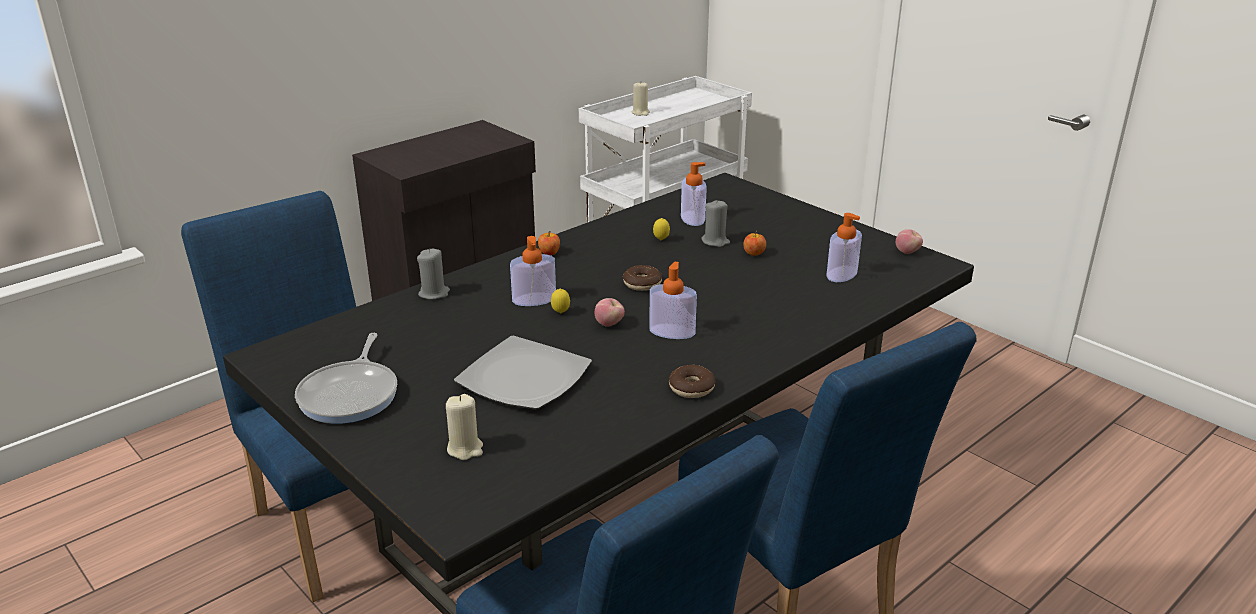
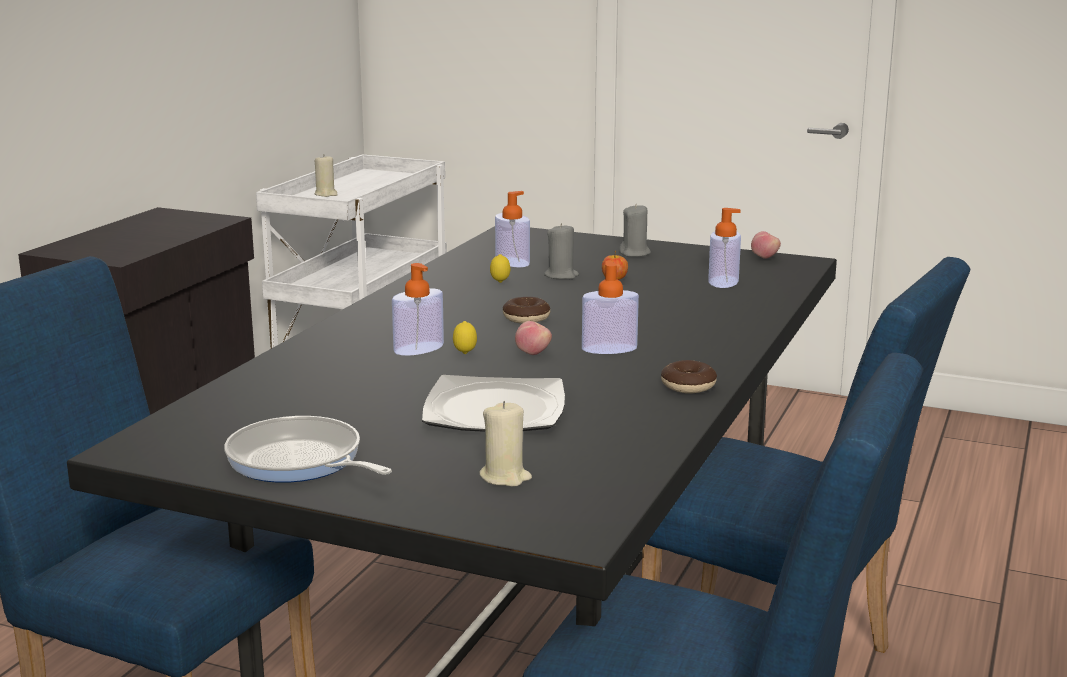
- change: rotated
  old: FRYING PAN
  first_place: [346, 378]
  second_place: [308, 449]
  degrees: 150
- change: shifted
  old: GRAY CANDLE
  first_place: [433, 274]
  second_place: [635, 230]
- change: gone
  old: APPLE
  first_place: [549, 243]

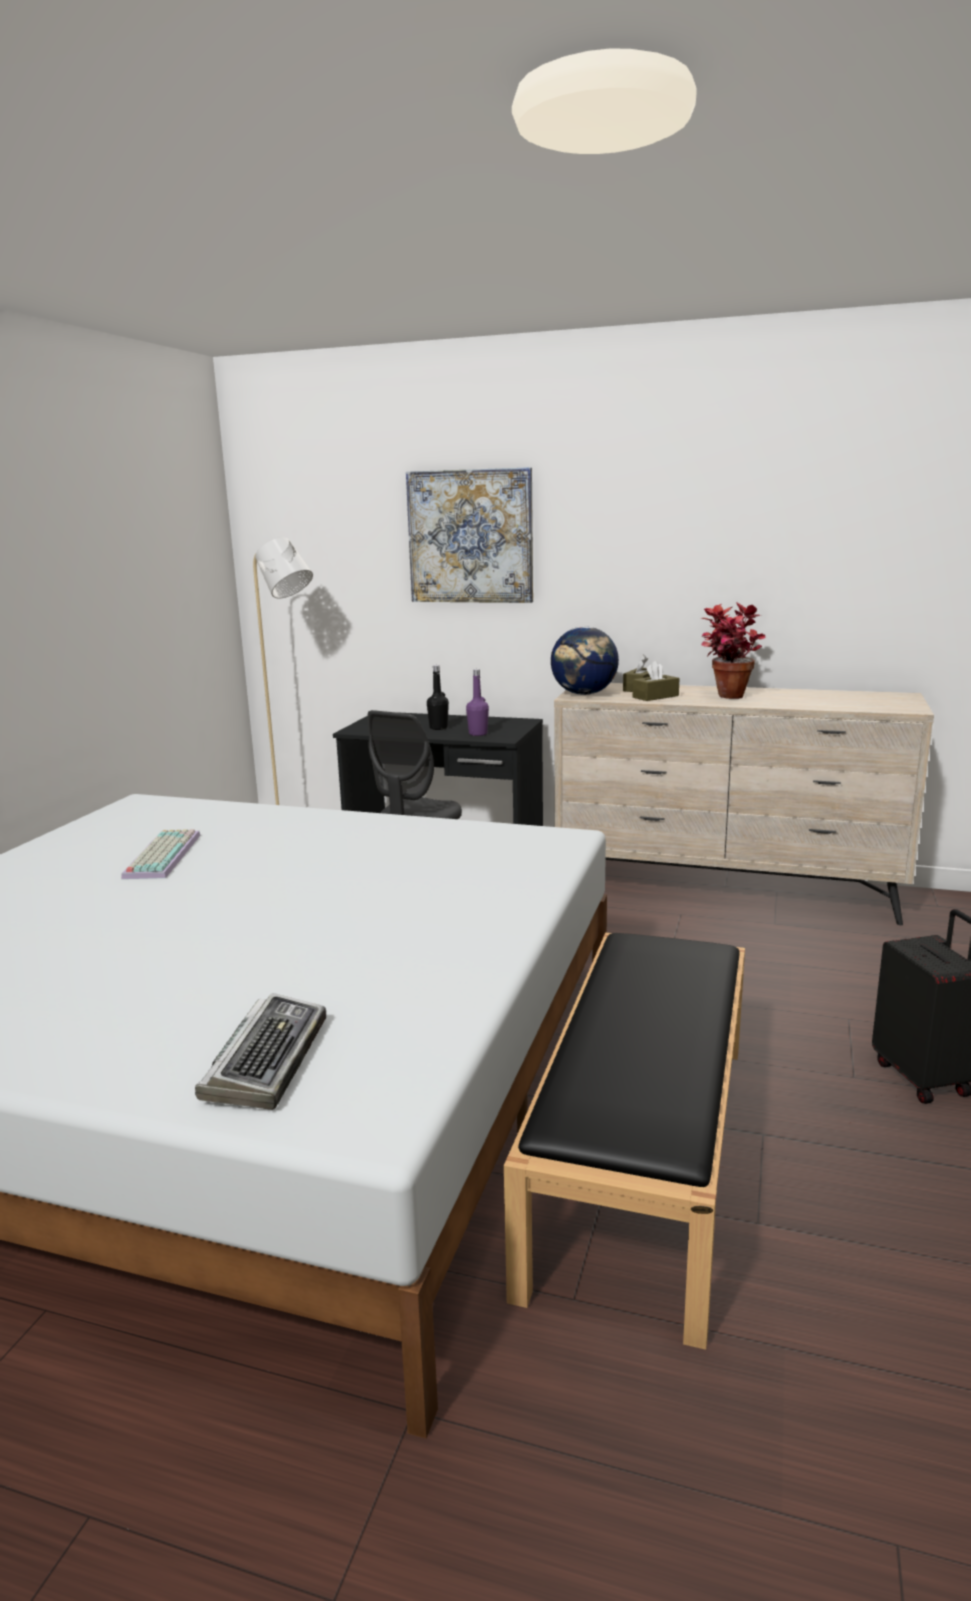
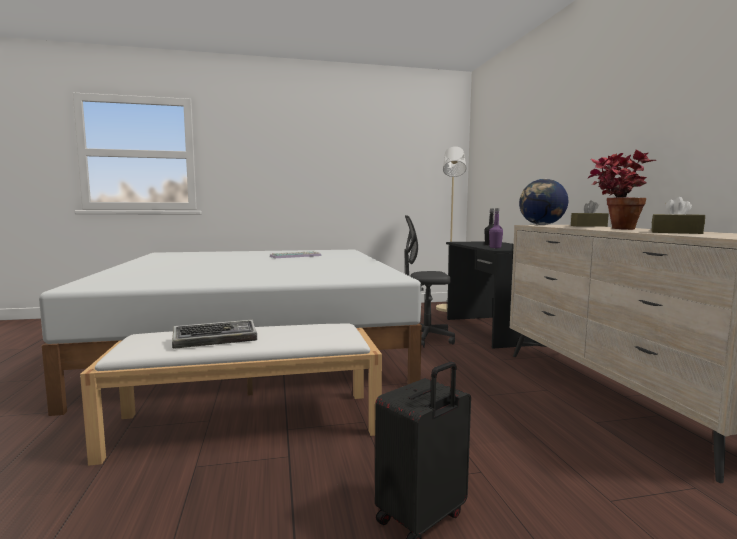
- change: repainted
  old: BLACK LONG SEAT
  new: WHITISH LONG SEAT
  first_place: [624, 1141]
  second_place: [231, 394]
- change: shifted
  old: PC KEYBOARD
  first_place: [260, 1051]
  second_place: [214, 334]
- change: shifted
  old: BROWNISH BOX OF TISSUES
  first_place: [656, 681]
  second_place: [678, 215]
- change: gone
  old: WALL ART
  first_place: [469, 535]

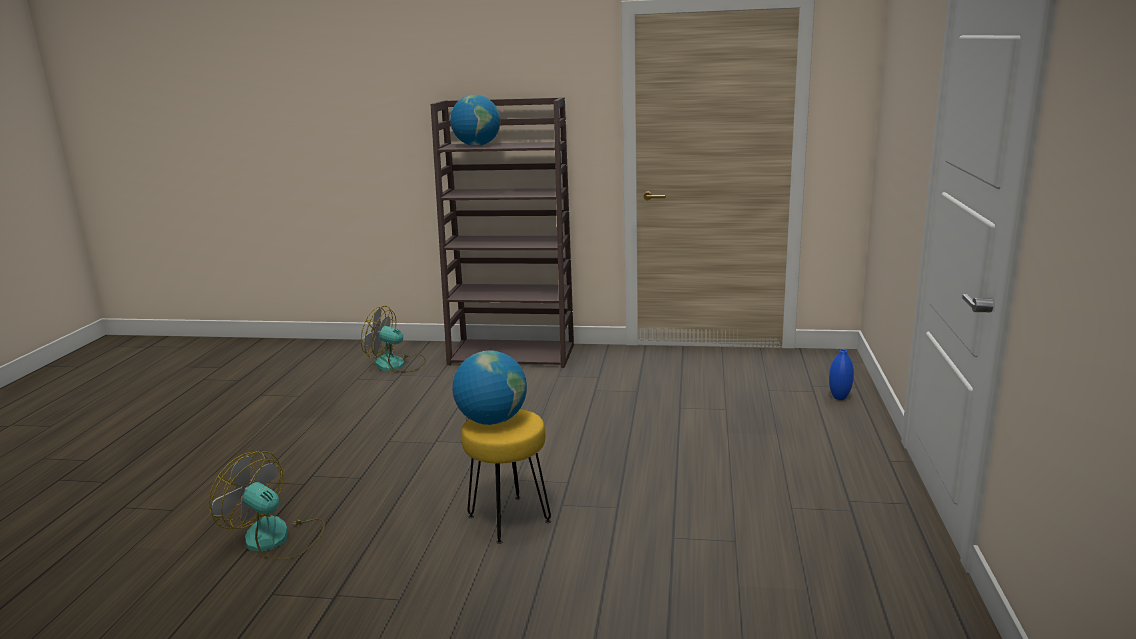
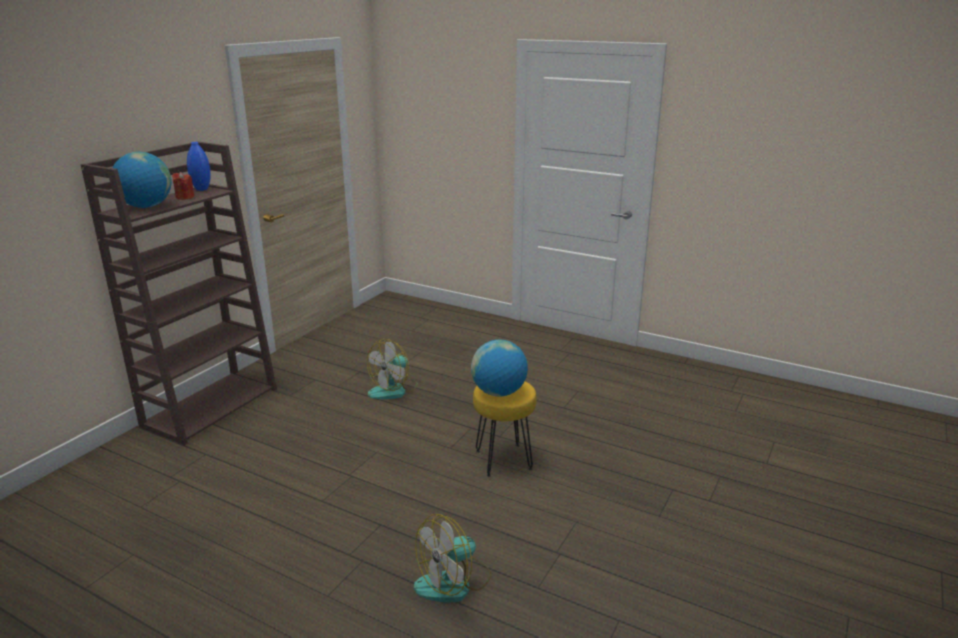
- change: new
  new: RED CANDLE
  second_place: [183, 186]
- change: shifted
  old: BLUISH DECORATIVE VASE
  first_place: [841, 374]
  second_place: [199, 166]
- change: shifted
  old: FAN
  first_place: [393, 339]
  second_place: [392, 369]

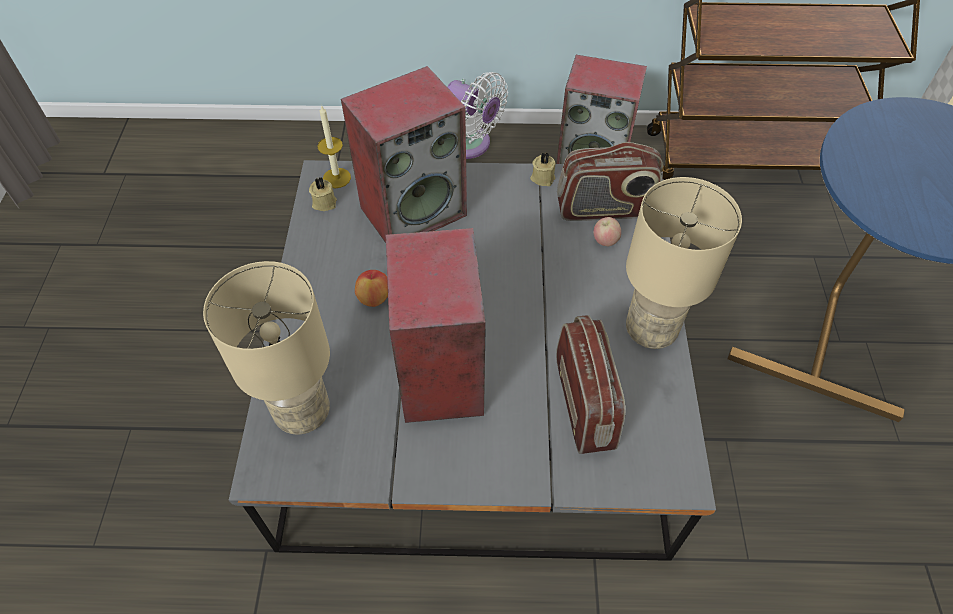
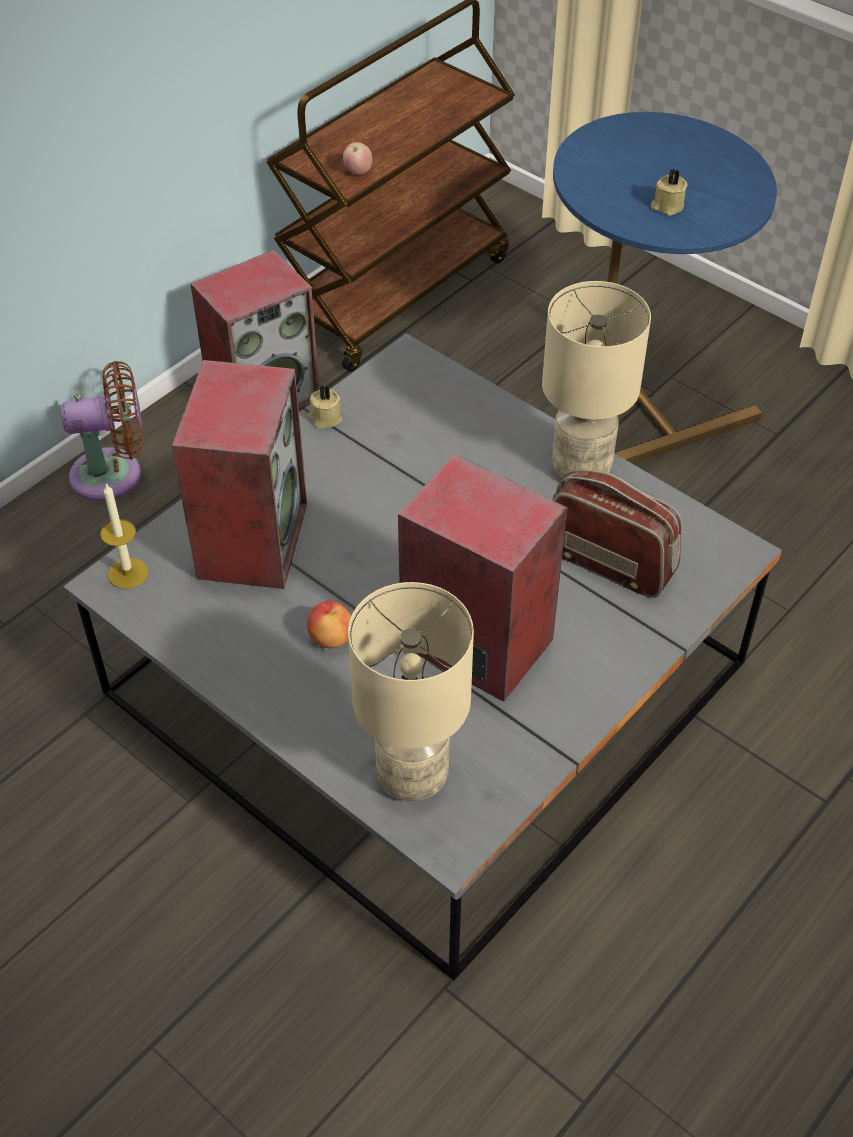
- change: repainted
  old: WHITISH FAN
  new: BROWNISH FAN
  first_place: [477, 115]
  second_place: [102, 431]
- change: shifted
  old: APPLE
  first_place: [607, 231]
  second_place: [357, 158]
- change: shifted
  old: SAND-COLOURED CANDLE
  first_place: [323, 194]
  second_place: [669, 192]
- change: gone
  old: RADIO SET
  first_place: [610, 181]

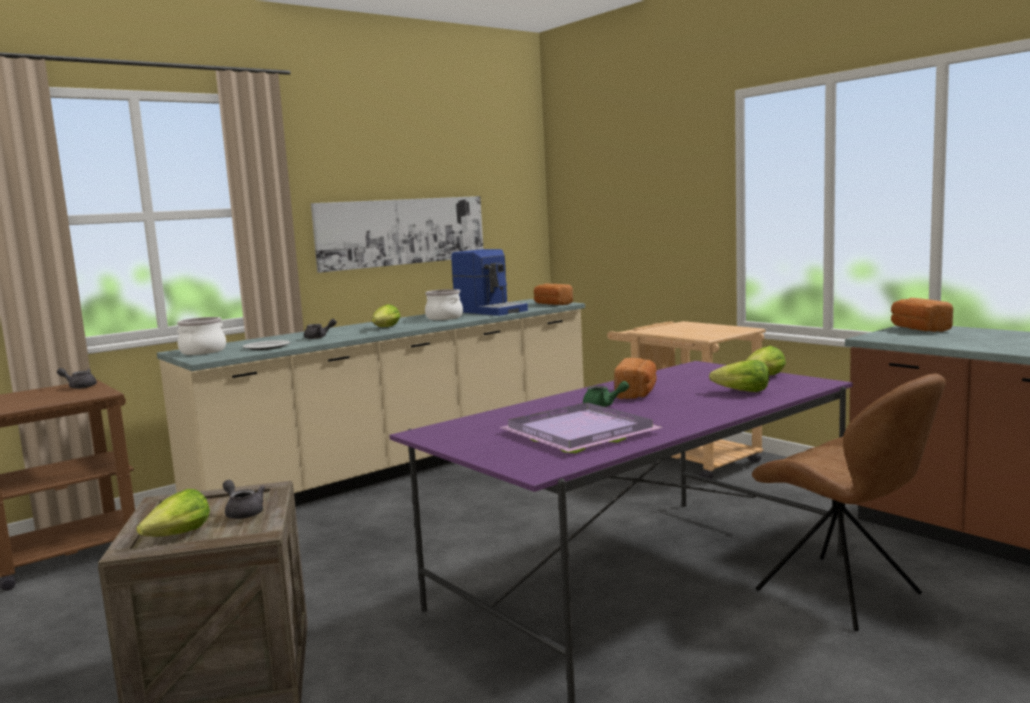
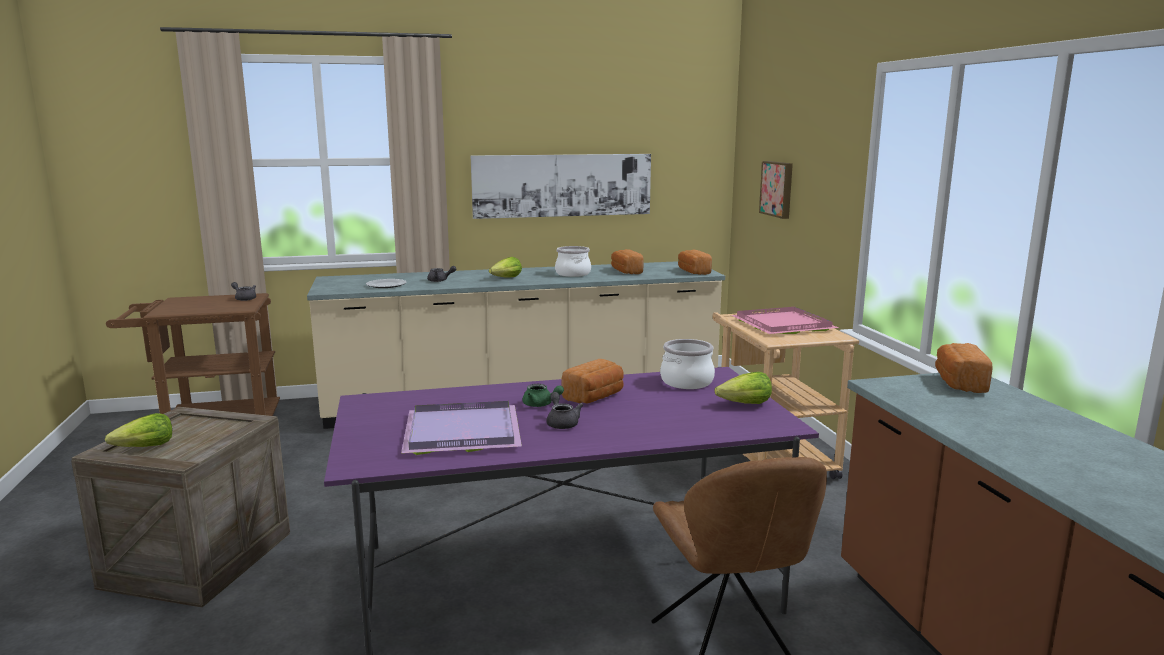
- change: shifted
  old: GRAY TEAPOT
  first_place: [244, 499]
  second_place: [565, 410]
- change: swapped
  old: COFFEE MAKER
  new: BREAD
  first_place: [489, 282]
  second_place: [627, 261]
- change: shifted
  old: COOKING POT
  first_place: [201, 336]
  second_place: [687, 364]
- change: new
  new: PINK TRAY
  second_place: [784, 320]
- change: new
  new: WALL ART
  second_place: [776, 190]
- change: gone
  old: LETTUCE
  first_place: [739, 376]

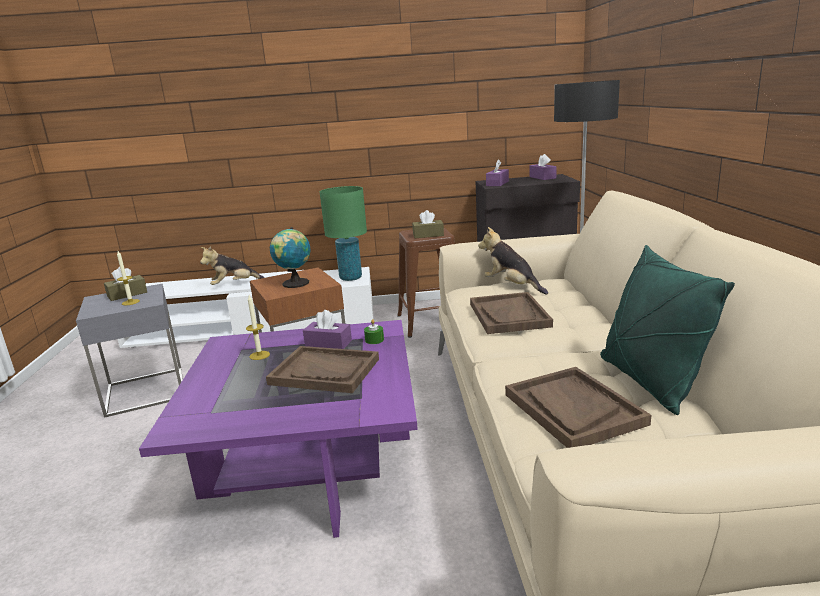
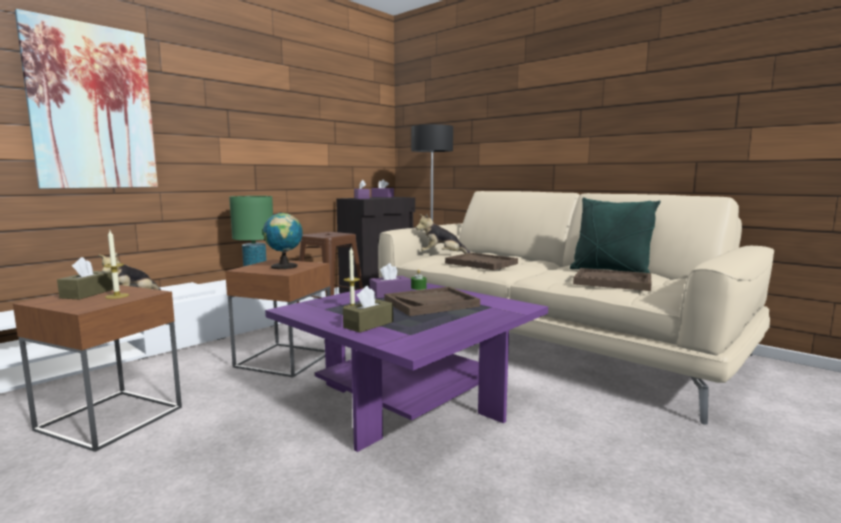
- change: repainted
  old: GRAY END TABLE
  new: BROWNISH END TABLE
  first_place: [129, 351]
  second_place: [97, 368]
- change: new
  new: WALL ART
  second_place: [86, 99]
- change: shifted
  old: BROWNISH BOX OF TISSUES
  first_place: [428, 224]
  second_place: [368, 309]

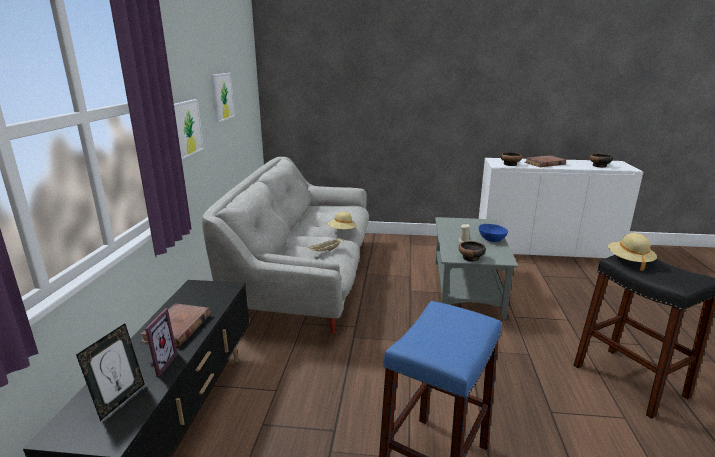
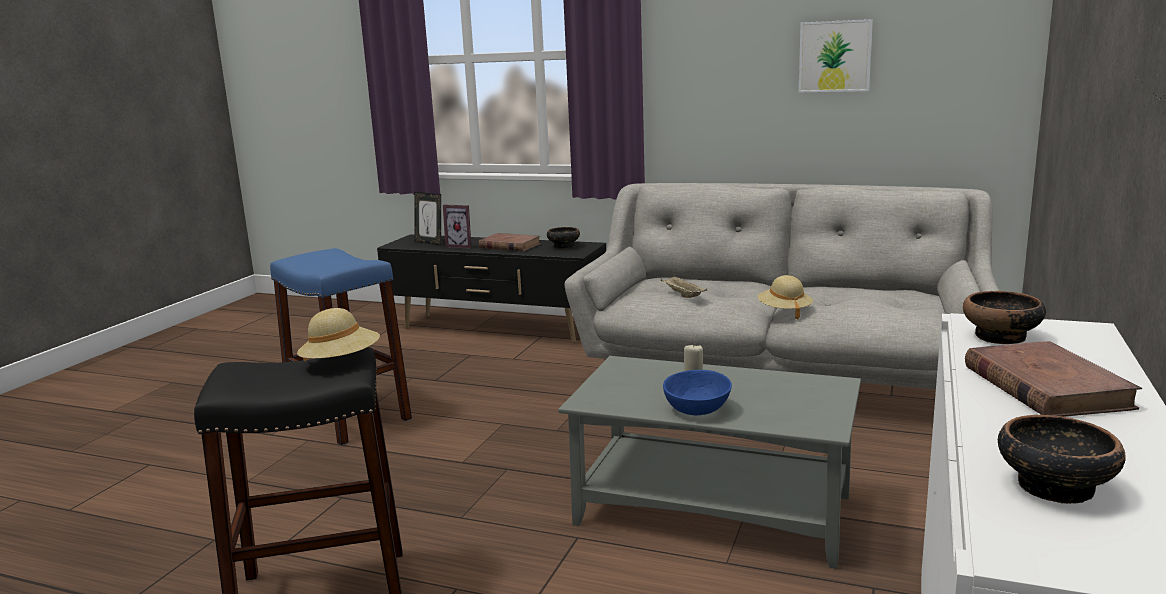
- change: shifted
  old: DEEP DISH
  first_place: [472, 251]
  second_place: [563, 238]
- change: gone
  old: WALL ART
  first_place: [189, 129]

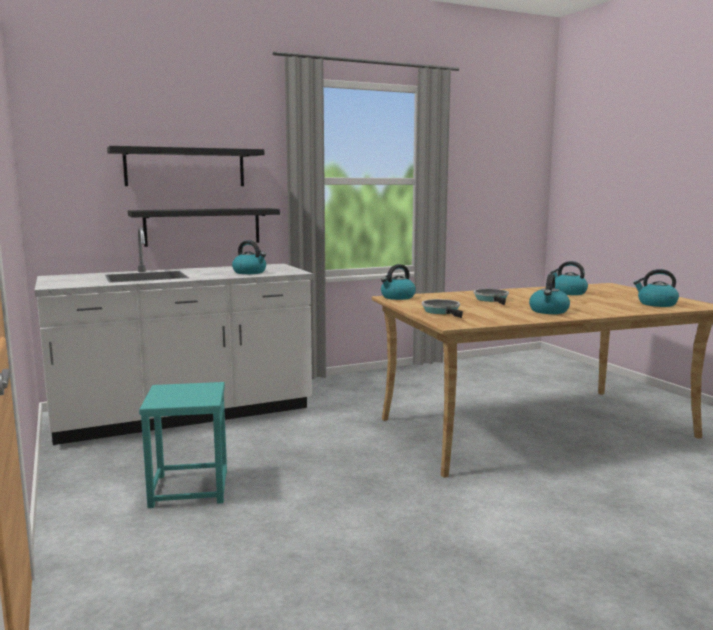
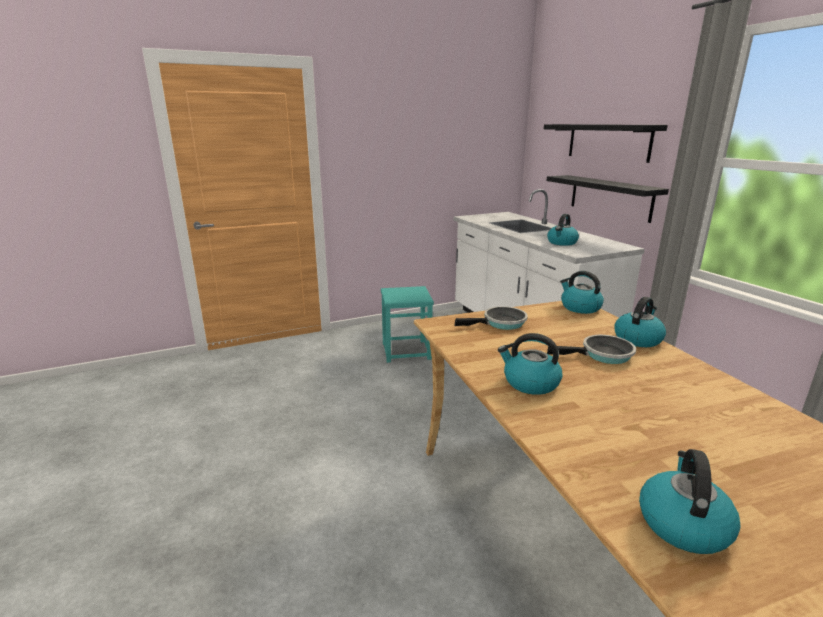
- change: shifted
  old: WATER KETTLE
  first_place: [569, 278]
  second_place: [640, 322]

